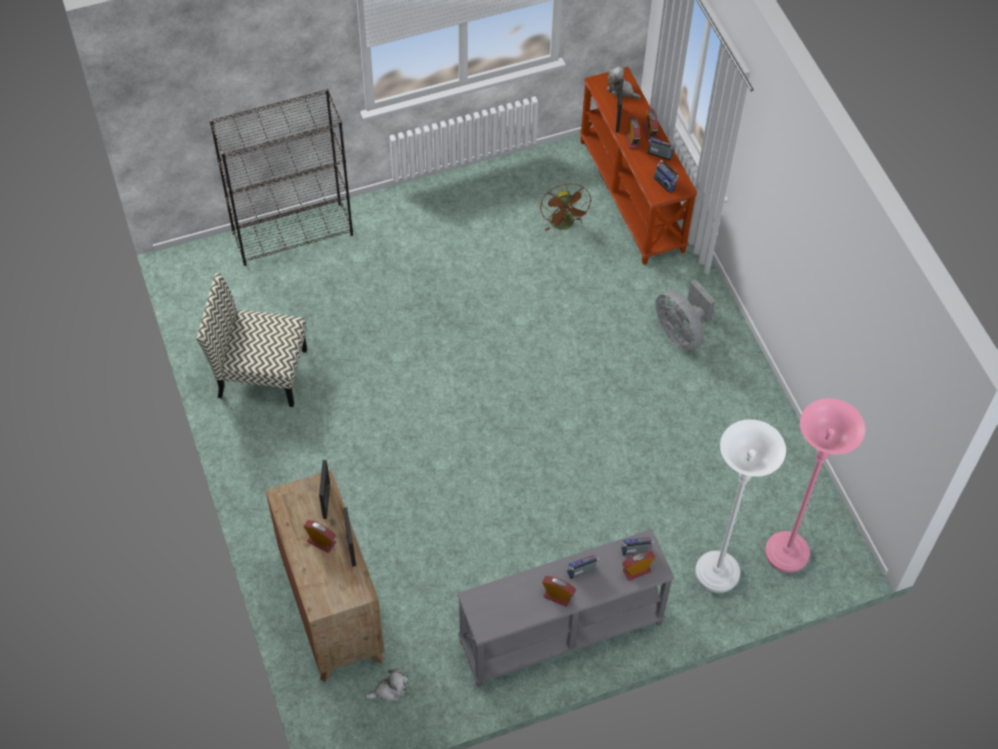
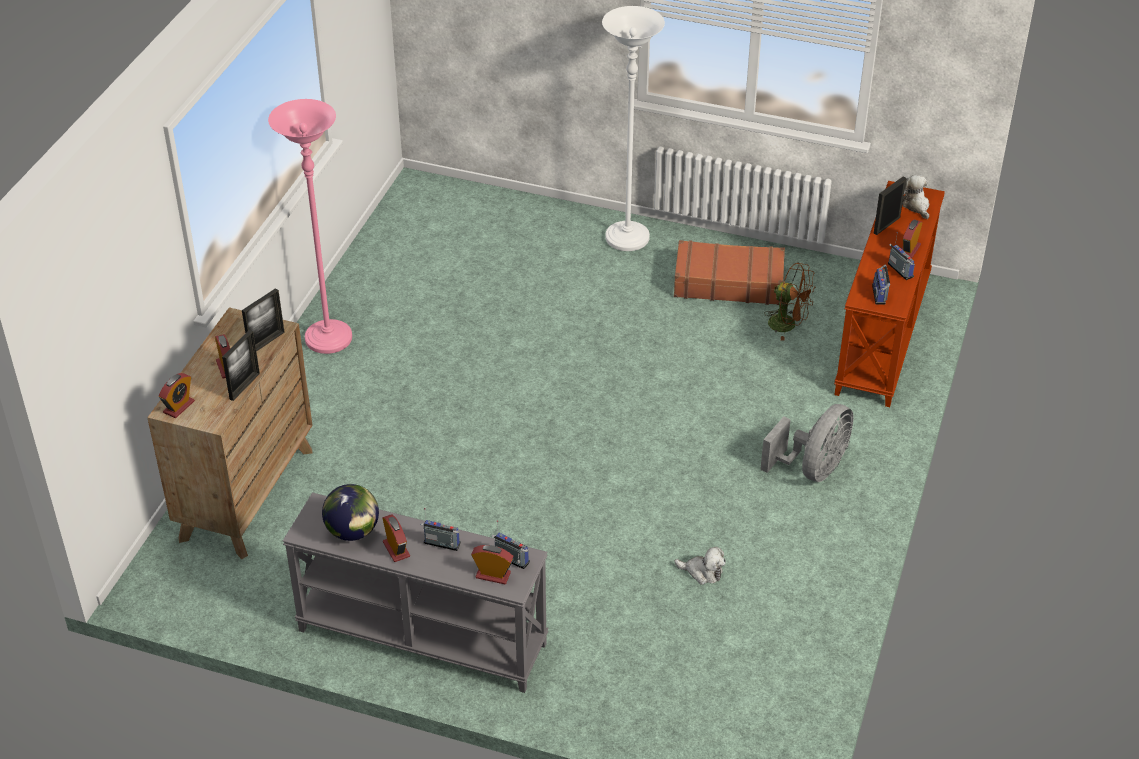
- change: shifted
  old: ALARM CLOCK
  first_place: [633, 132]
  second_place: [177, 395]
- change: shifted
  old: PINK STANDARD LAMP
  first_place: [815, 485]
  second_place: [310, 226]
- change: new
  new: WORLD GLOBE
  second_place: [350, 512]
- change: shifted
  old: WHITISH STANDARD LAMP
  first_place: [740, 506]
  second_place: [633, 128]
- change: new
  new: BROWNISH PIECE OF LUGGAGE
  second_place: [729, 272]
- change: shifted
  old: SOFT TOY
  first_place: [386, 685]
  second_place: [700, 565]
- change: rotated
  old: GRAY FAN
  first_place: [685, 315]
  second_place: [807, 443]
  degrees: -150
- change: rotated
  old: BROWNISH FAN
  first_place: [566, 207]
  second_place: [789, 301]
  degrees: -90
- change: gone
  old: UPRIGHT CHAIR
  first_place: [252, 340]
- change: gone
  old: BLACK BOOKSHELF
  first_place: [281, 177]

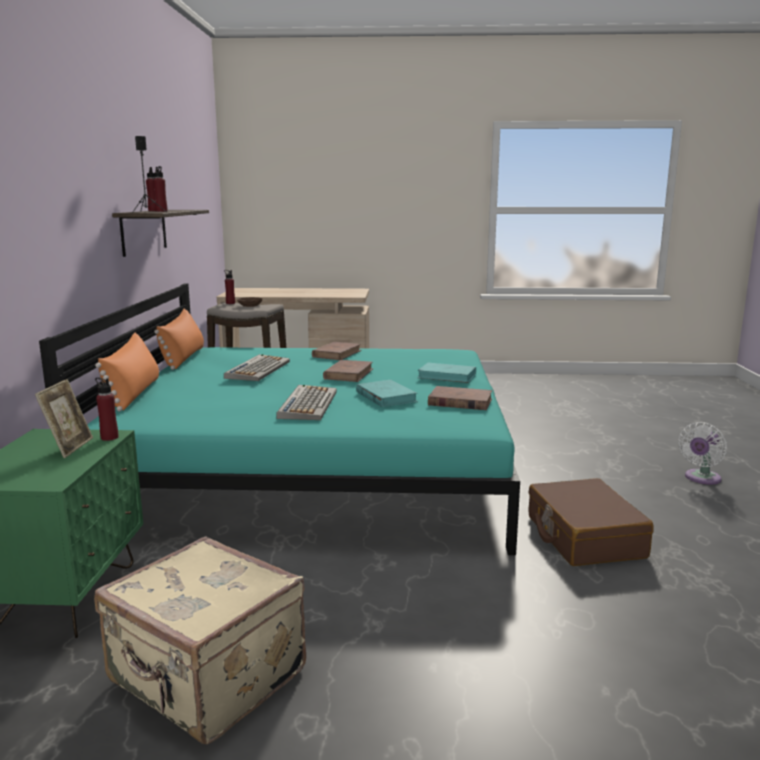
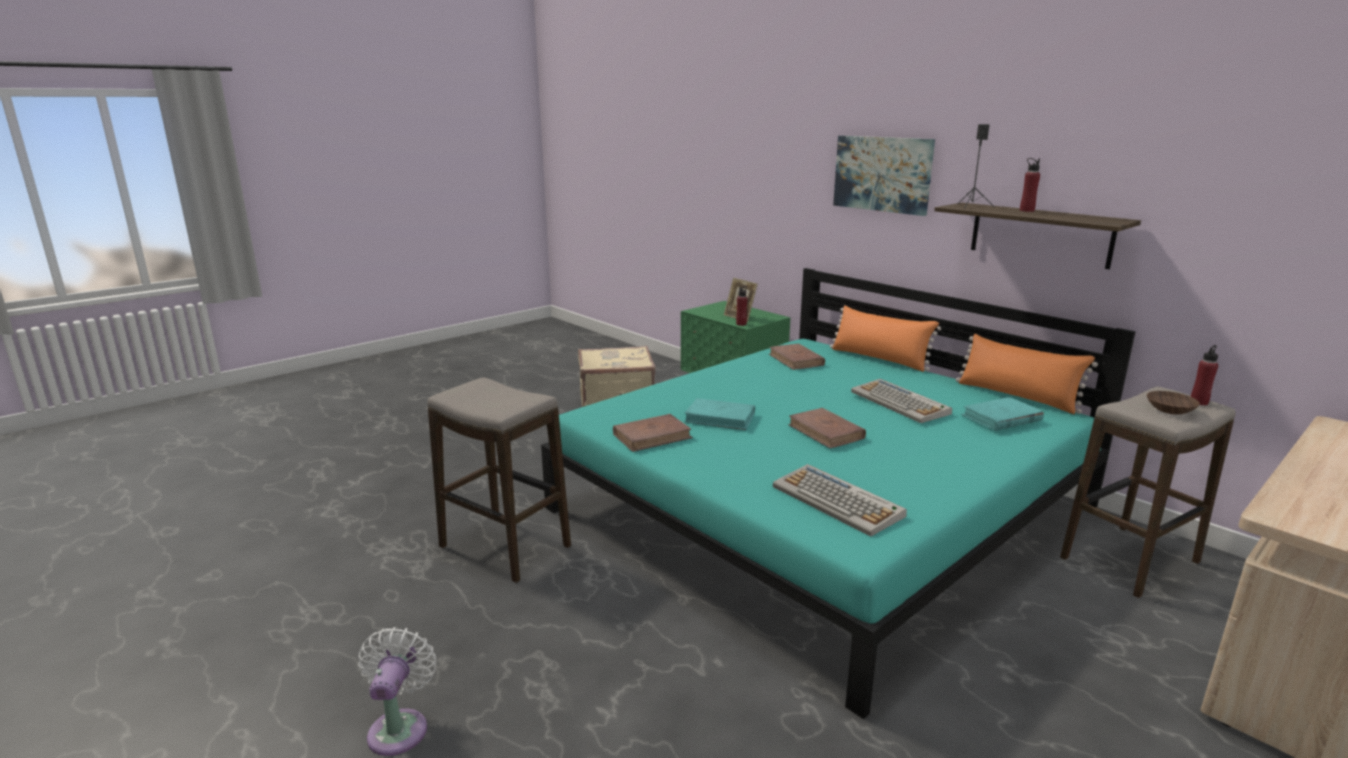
- change: swapped
  old: BROWNISH PIECE OF LUGGAGE
  new: STOOL
  first_place: [591, 522]
  second_place: [499, 480]
- change: shifted
  old: BROWNISH BOUND BOOK
  first_place: [337, 351]
  second_place: [797, 356]
- change: shifted
  old: PC KEYBOARD
  first_place: [306, 402]
  second_place: [840, 500]
- change: new
  new: WALL ART
  second_place: [884, 176]
- change: shifted
  old: TURQUOISE BOUND BOOK
  first_place: [447, 373]
  second_place: [1002, 414]
- change: gone
  old: RED DRINK BOTTLE
  first_place: [160, 189]

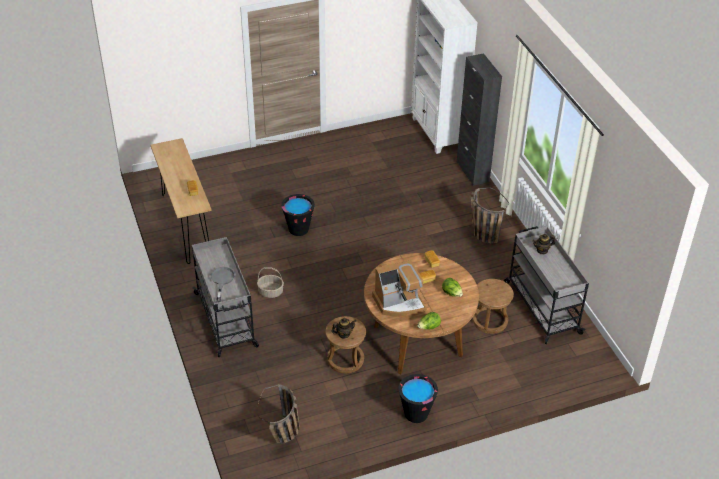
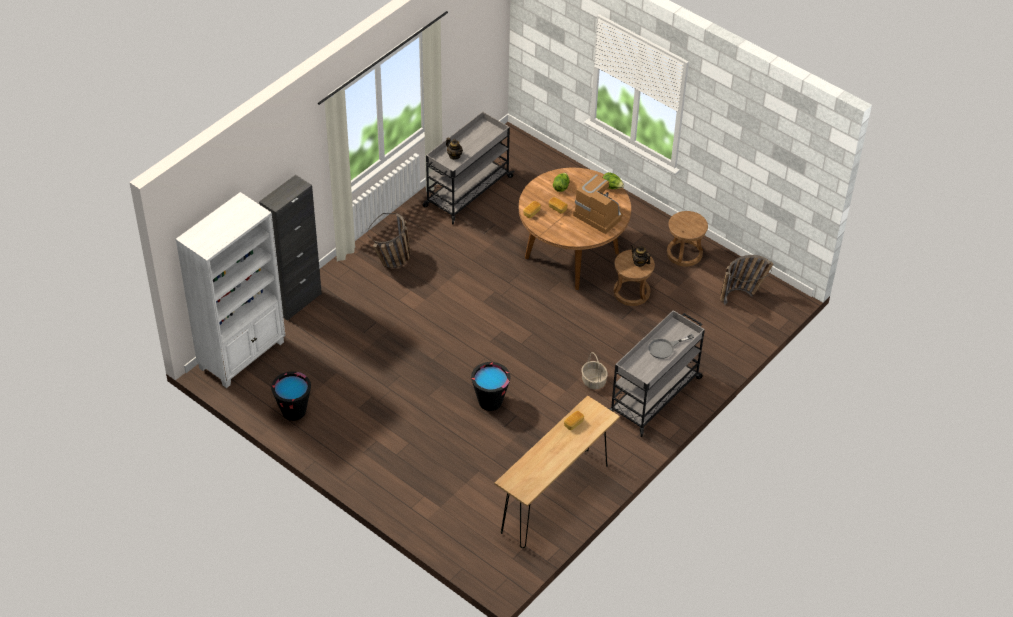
- change: shifted
  old: BLACK WATER BUCKET
  first_place: [418, 398]
  second_place: [291, 396]
- change: shifted
  old: BROWNISH STOOL
  first_place: [493, 306]
  second_place: [687, 238]

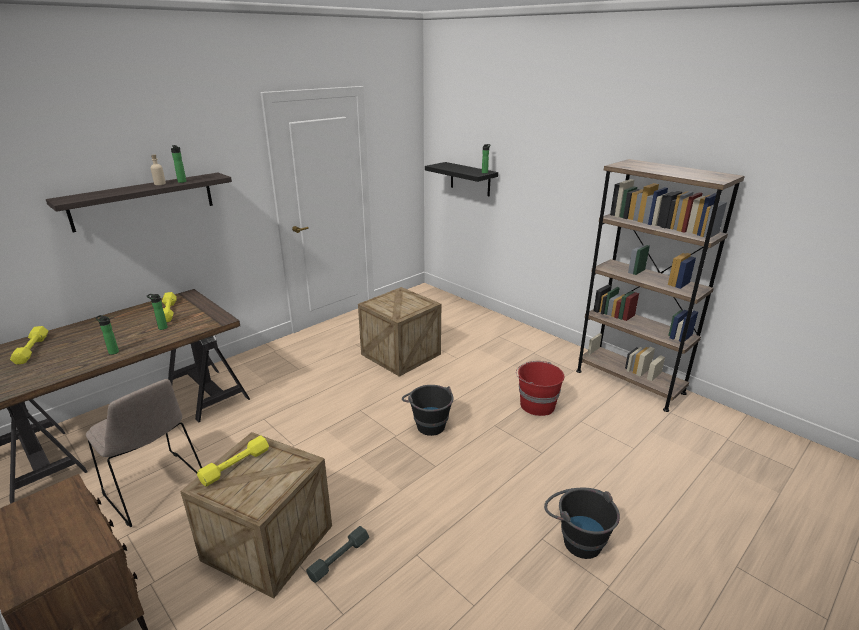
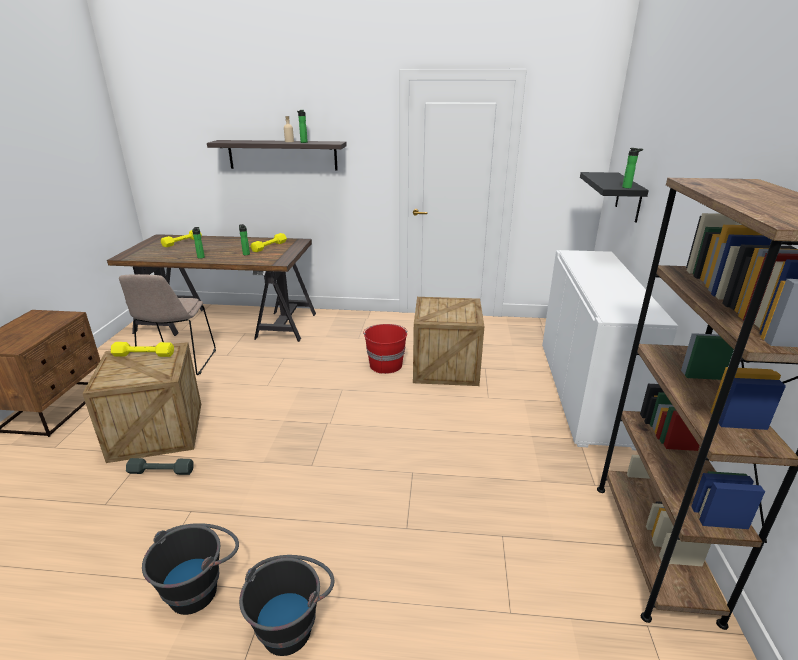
- change: shifted
  old: BLACK WATER BUCKET
  first_place: [427, 410]
  second_place: [190, 569]
- change: shifted
  old: RED WATER BUCKET
  first_place: [540, 388]
  second_place: [385, 349]
- change: new
  new: WHITISH CABINET
  second_place: [610, 350]

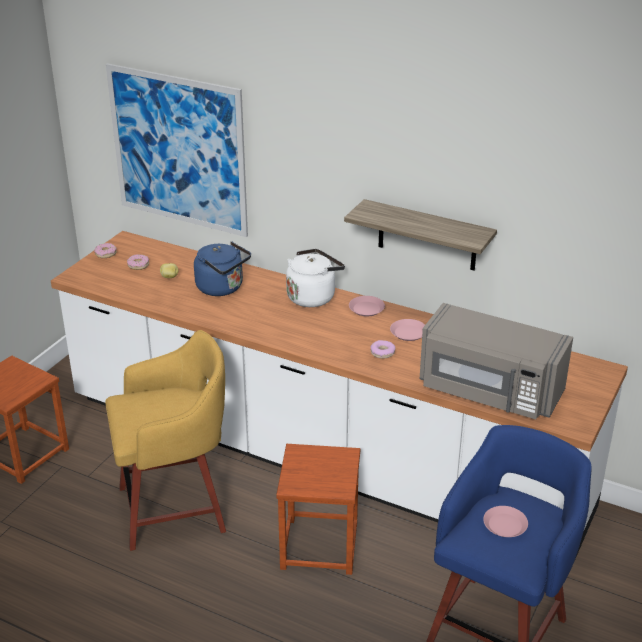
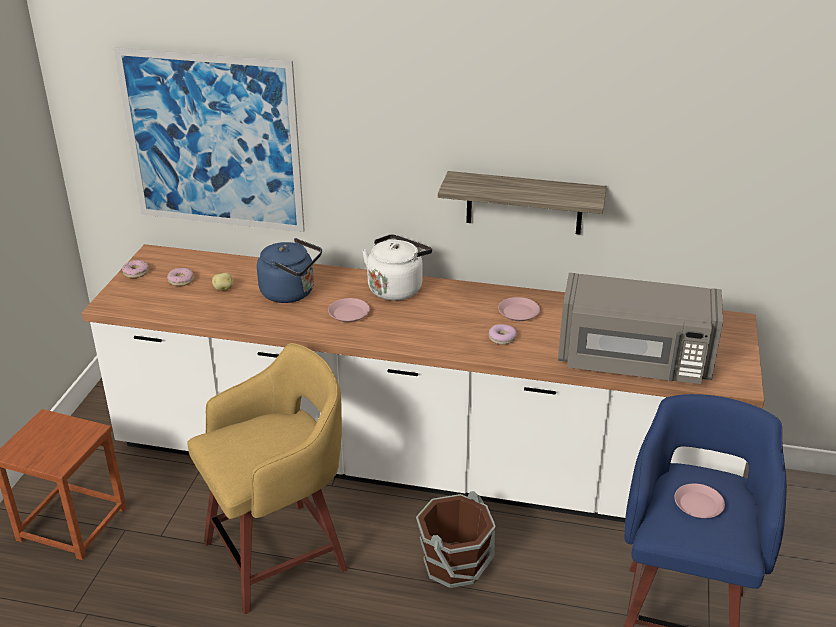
- change: shifted
  old: PINK PLATE
  first_place: [367, 306]
  second_place: [349, 310]
- change: swapped
  old: BROWNISH STOOL
  new: BROWNISH WATER BUCKET
  first_place: [318, 509]
  second_place: [456, 539]

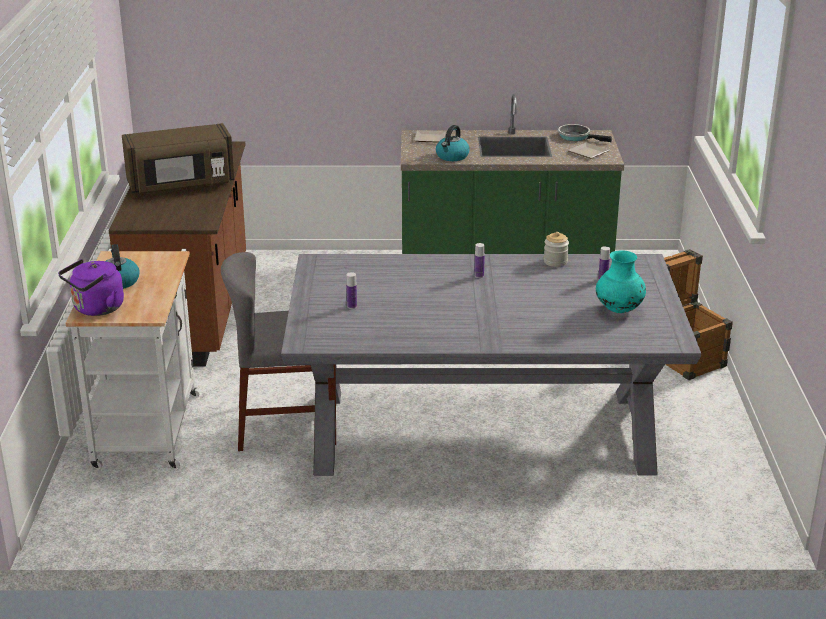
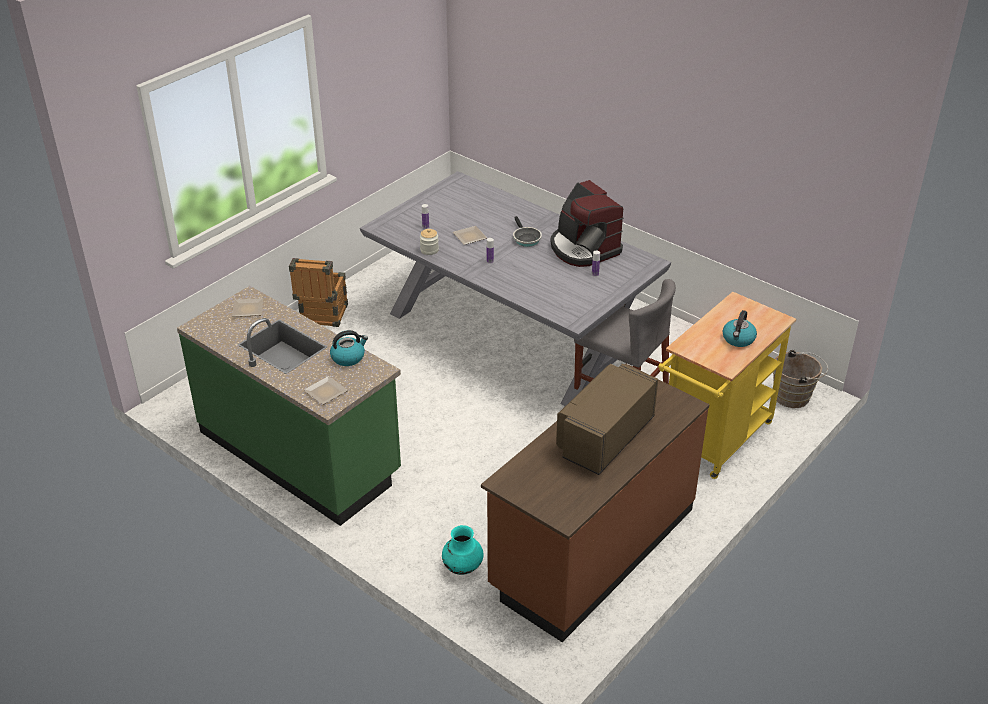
- change: shifted
  old: TURQUOISE DECORATIVE VASE
  first_place: [621, 281]
  second_place: [463, 550]
- change: new
  new: PLATE
  second_place: [470, 235]
- change: shifted
  old: FRYING PAN
  first_place: [585, 133]
  second_place: [527, 231]
- change: new
  new: COFFEE MAKER
  second_place: [587, 223]
- change: rotated
  old: BROWNISH KITCHEN MICROWAVE
  first_place: [178, 158]
  second_place: [607, 419]
  degrees: -75
- change: repainted
  old: WHITISH TROLLEY
  new: YELLOW-COLOURED TROLLEY
  first_place: [132, 359]
  second_place: [727, 385]
- change: new
  new: BROWNISH WATER BUCKET
  second_place: [800, 379]
- change: gone
  old: PURPLE-COLOURED WATER KETTLE
  first_place: [91, 287]

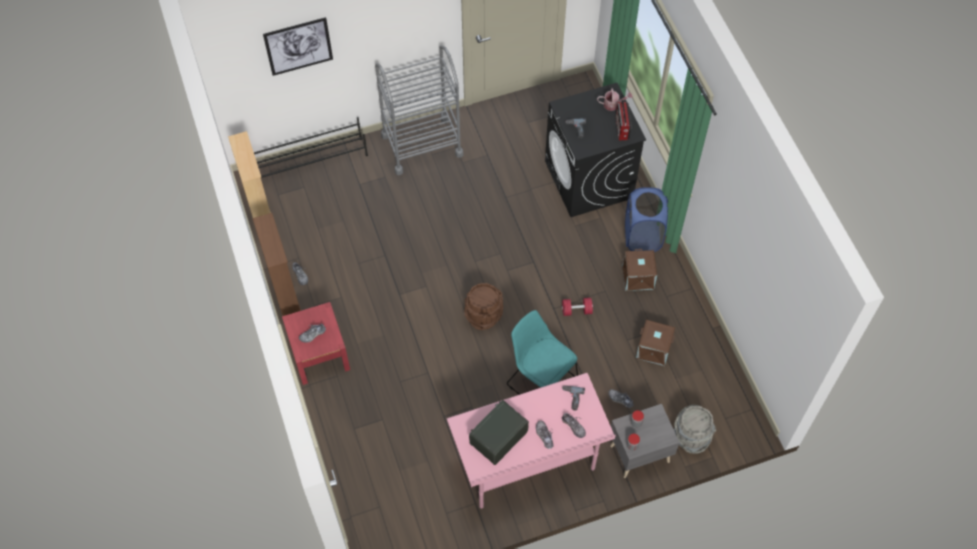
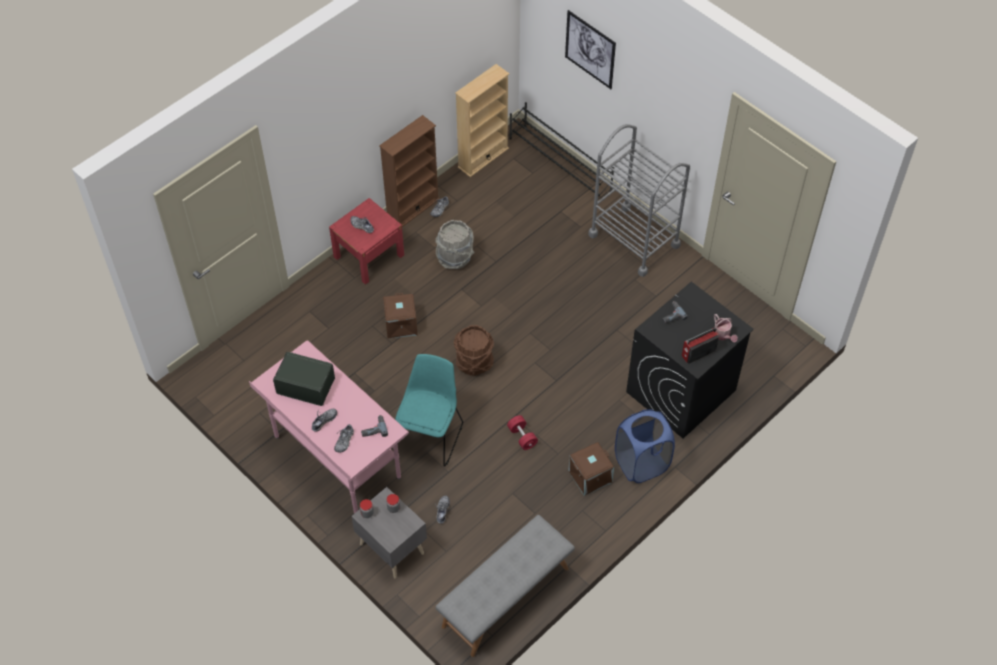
- change: shifted
  old: BROWNISH STORAGE BOX
  first_place: [655, 342]
  second_place: [400, 316]
- change: shifted
  old: GRAY WATER BUCKET
  first_place: [695, 429]
  second_place: [454, 244]
- change: new
  new: GRAY LONG SEAT
  second_place: [505, 586]

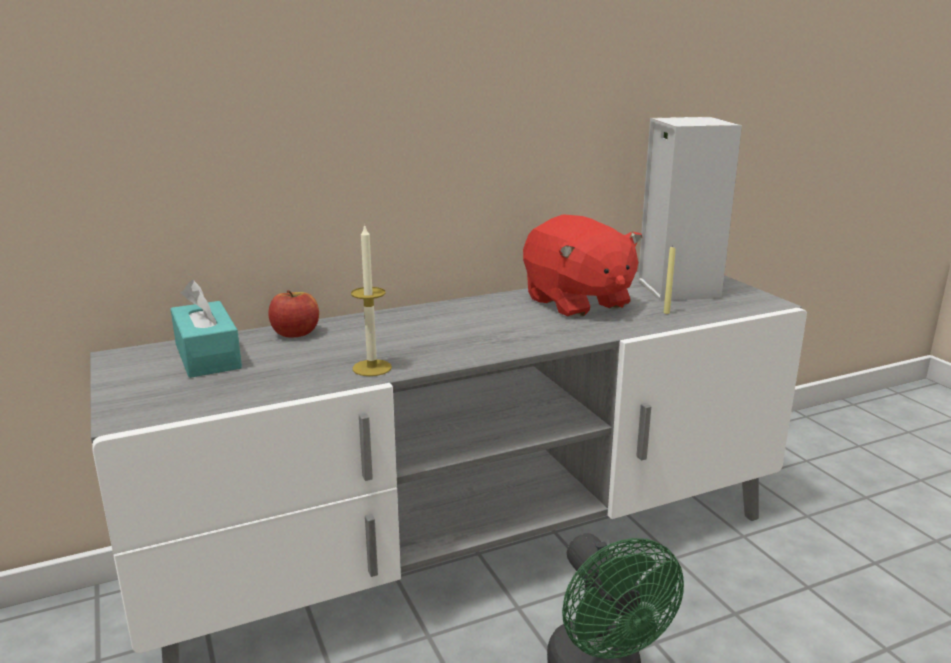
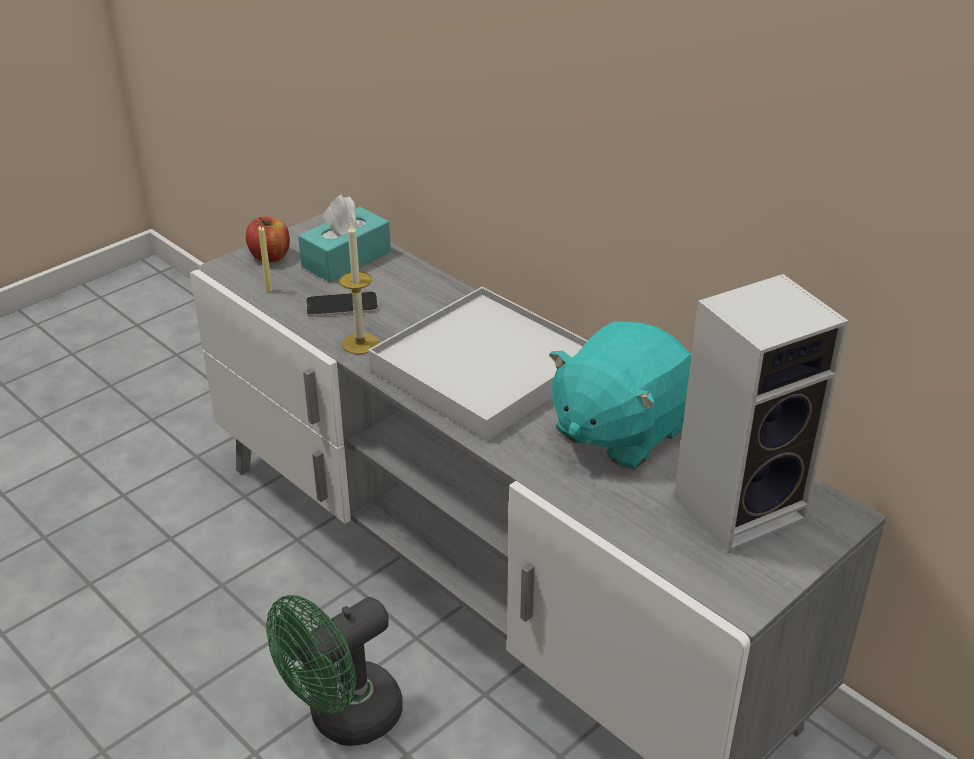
- change: shifted
  old: APPLE
  first_place: [294, 314]
  second_place: [268, 239]
- change: shifted
  old: YELLOW-COLOURED CANDLE
  first_place: [669, 280]
  second_place: [265, 259]
- change: new
  new: TELEPHONE
  second_place: [342, 304]
- change: new
  new: WHITISH TRAY
  second_place: [478, 364]
- change: repainted
  old: RED SOFT TOY
  new: TURQUOISE SOFT TOY
  first_place: [582, 266]
  second_place: [620, 395]

